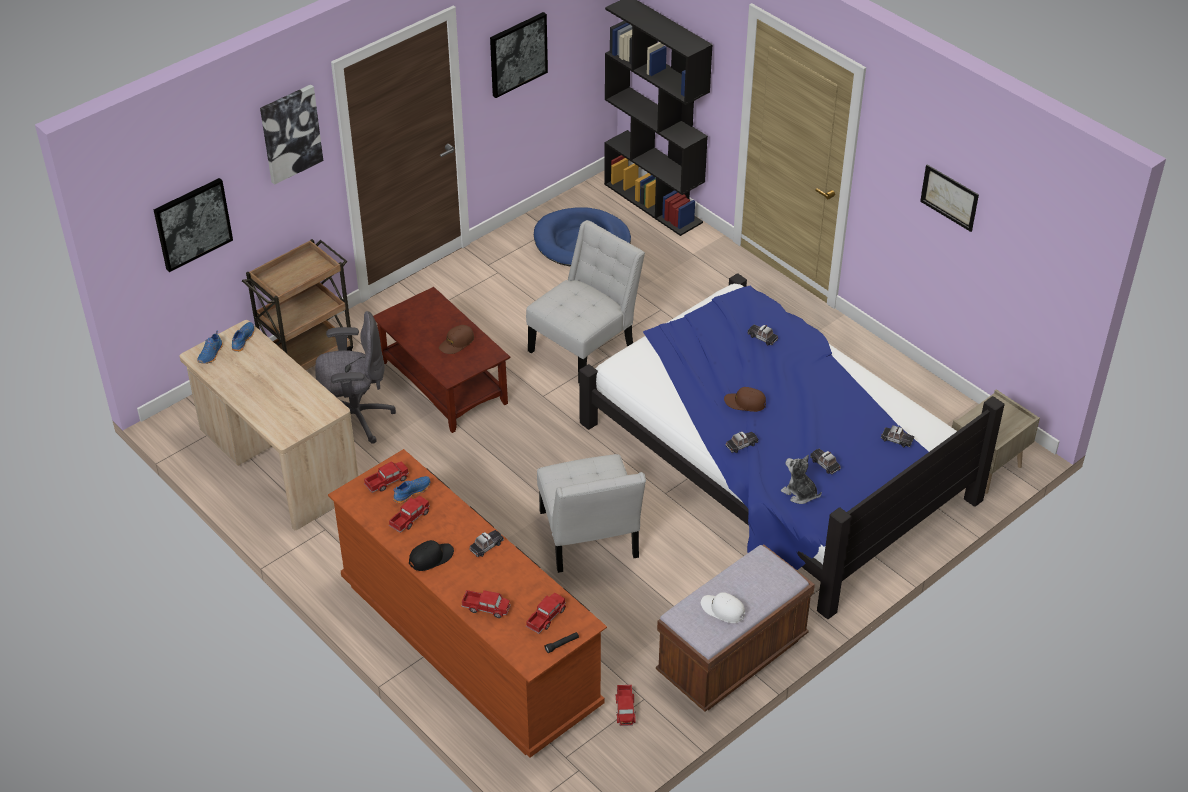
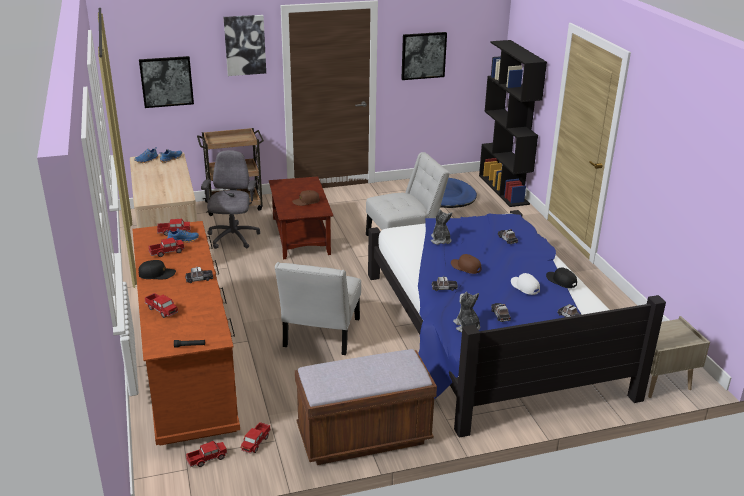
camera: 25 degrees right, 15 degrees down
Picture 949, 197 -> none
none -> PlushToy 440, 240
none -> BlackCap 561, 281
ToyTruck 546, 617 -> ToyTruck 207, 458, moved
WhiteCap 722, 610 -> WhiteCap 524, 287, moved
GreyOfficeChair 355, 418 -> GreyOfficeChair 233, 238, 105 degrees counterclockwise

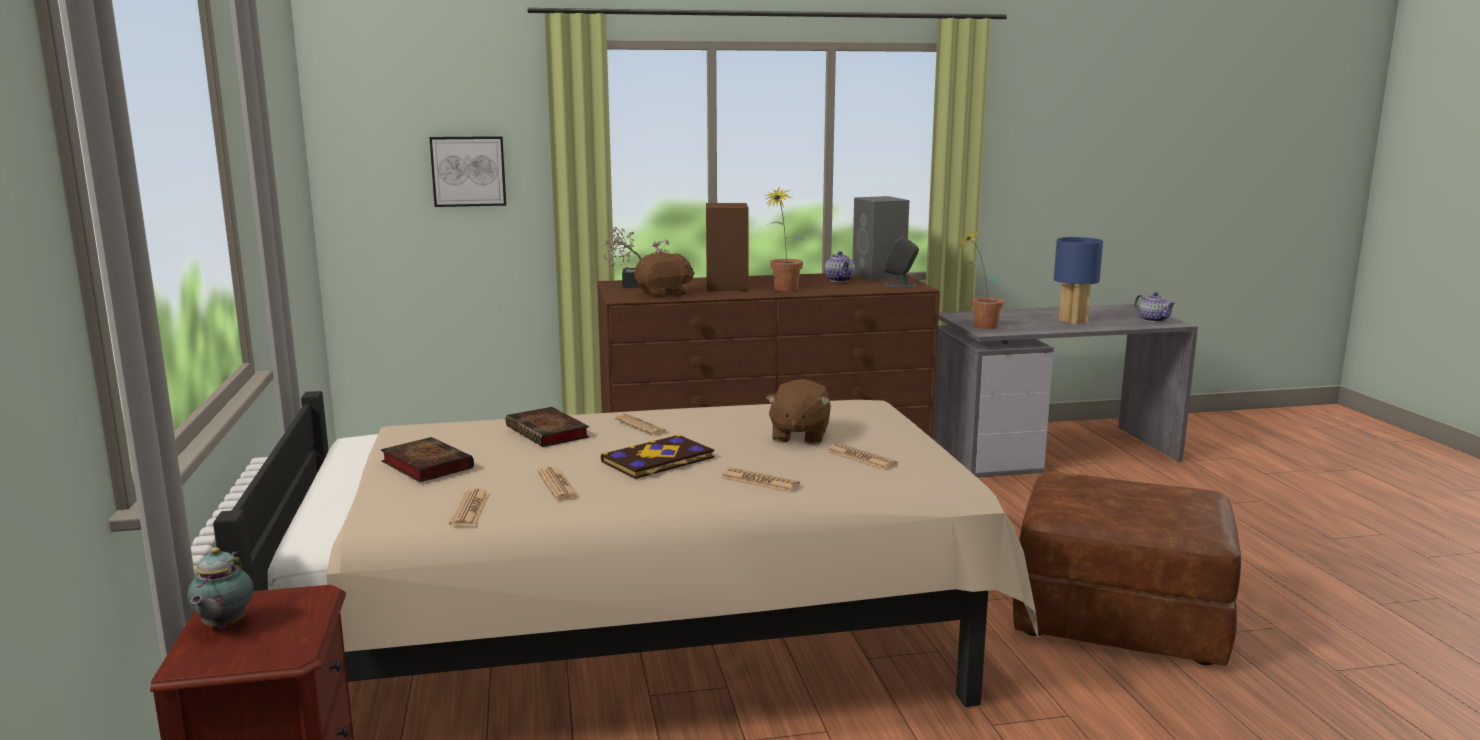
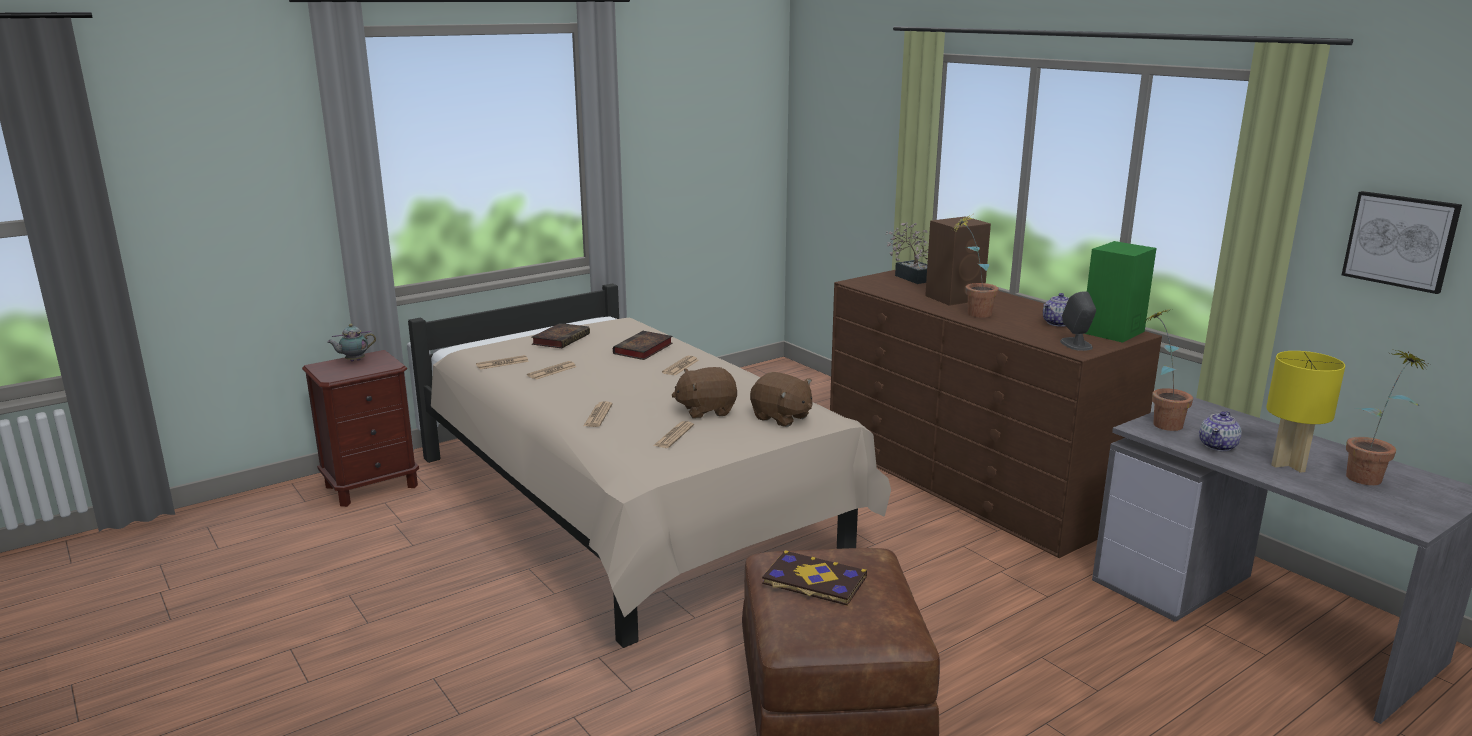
camera: 65 degrees right, 5 degrees up
none -> PottedPlant 1370, 476
Picture 468, 171 -> Picture 1400, 241, moved
Book 658, 460 -> Book 814, 581, moved
BrownPlushToy 664, 294 -> BrownPlushToy 781, 417, moved
Teapot 1153, 320 -> Teapot 1218, 446, moved
GreySpeaker 879, 276 -> GreenSpeaker 1112, 332
BlueTableLamp 1073, 321 -> YellowTableLamp 1289, 464

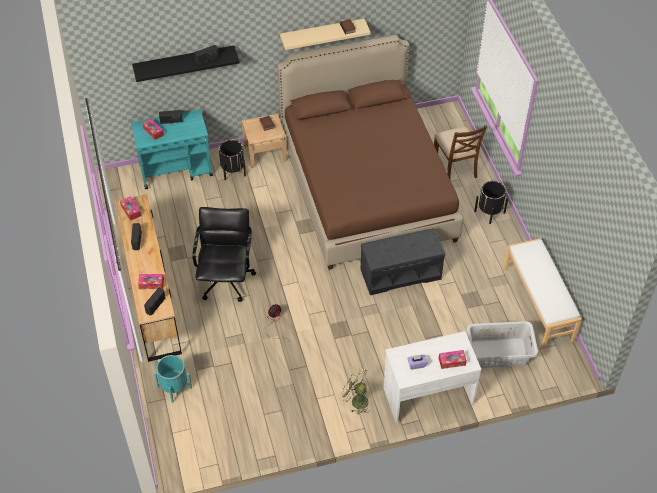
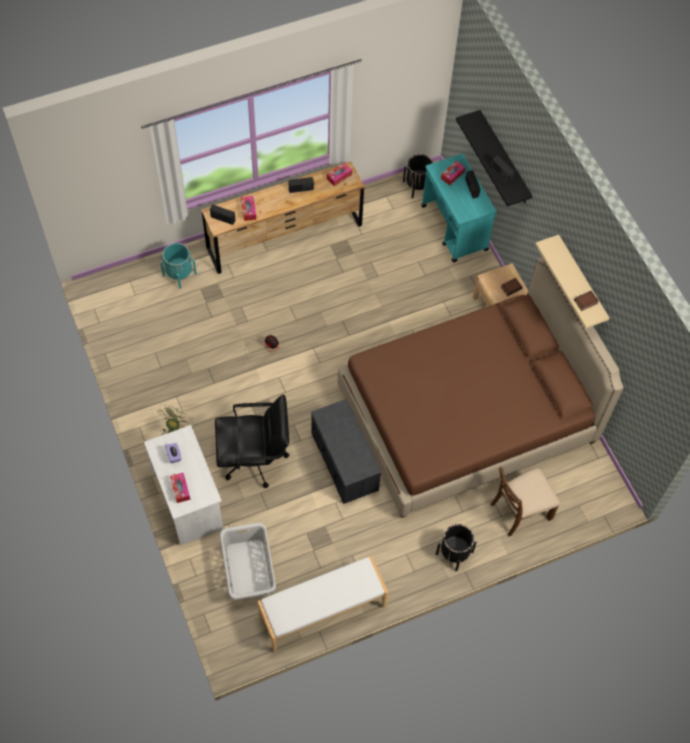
camera: 80 degrees right, 10 degrees up
BlackOfficeChair 226, 280 -> BlackOfficeChair 255, 459, moved
BlackPlanter 233, 170 -> BlackPlanter 417, 186, moved

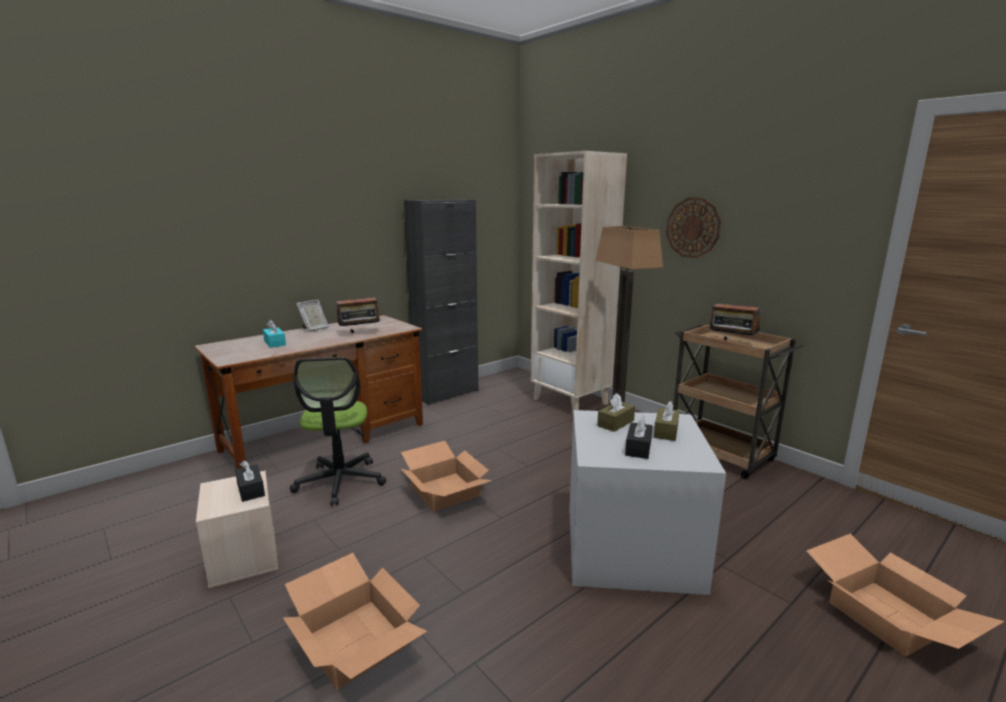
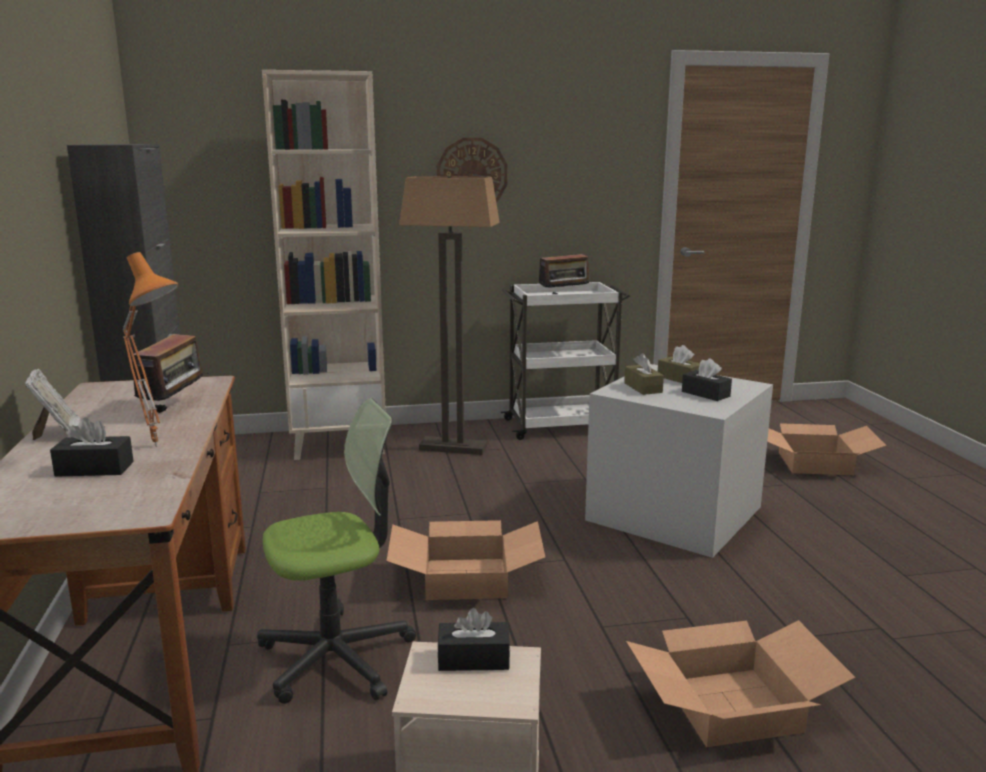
camera: 60 degrees left, 0 degrees up
none -> OrangeTableLamp 159, 445
TurquoiseTissueBox 275, 343 -> BlackTissueBox 94, 469
BrownCart 721, 455 -> WhiteCart 561, 426
OfficeChair 340, 482 -> OfficeChair 336, 657, 45 degrees counterclockwise

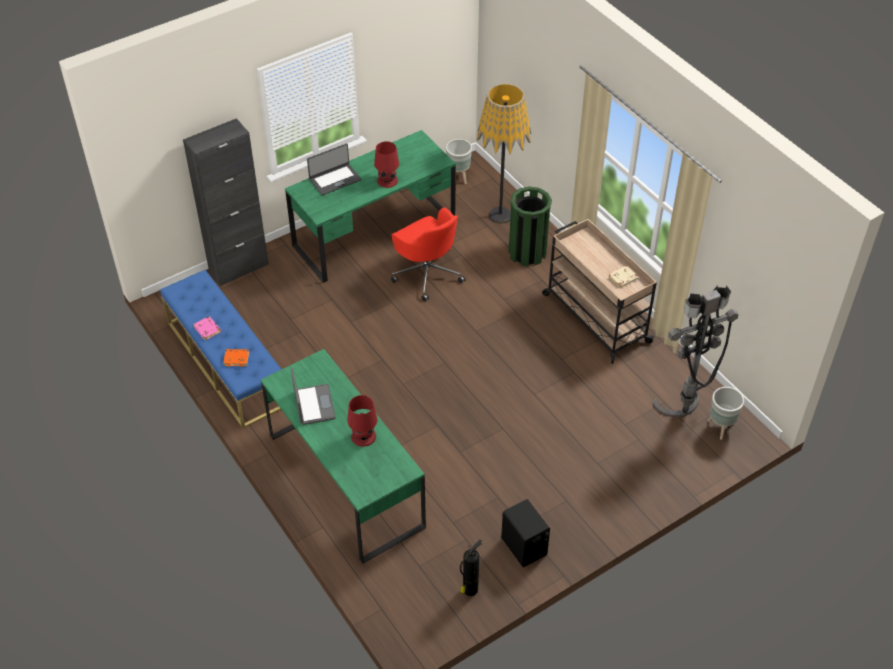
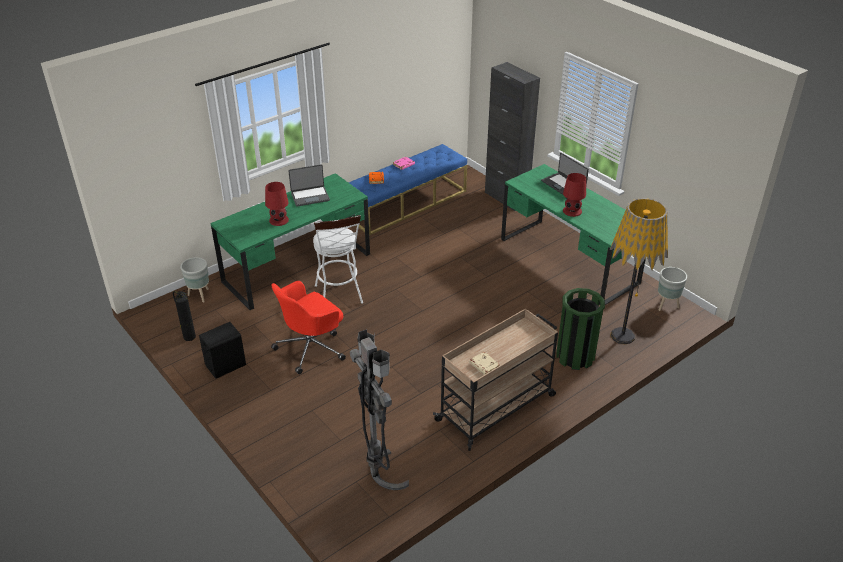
camera: 85 degrees right, 10 degrees down
none -> WhiteStool 339, 297
RedOfficeChair 427, 273 -> RedOfficeChair 311, 348, moved
GreyPlanter 720, 427 -> GreyPlanter 200, 295, moved

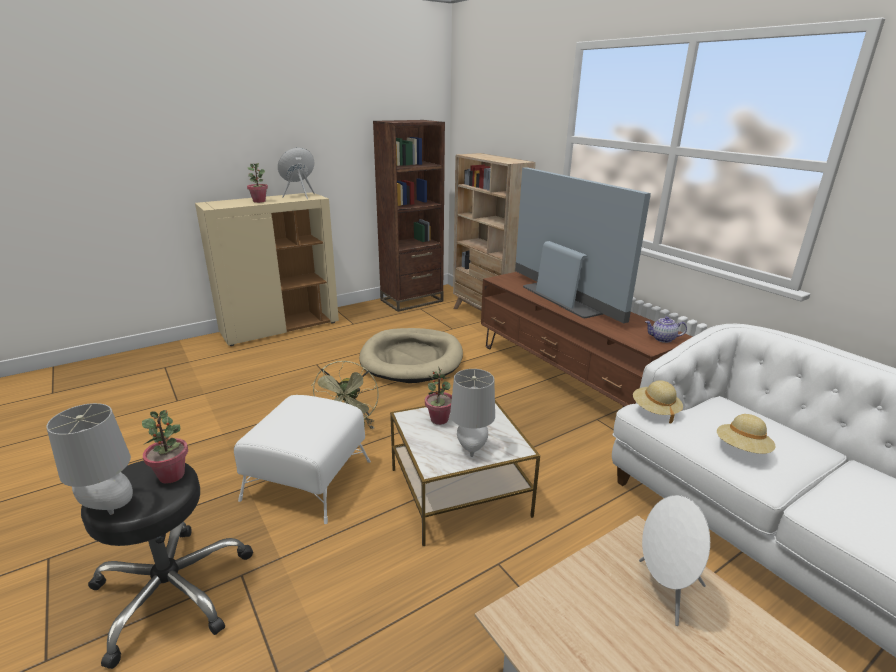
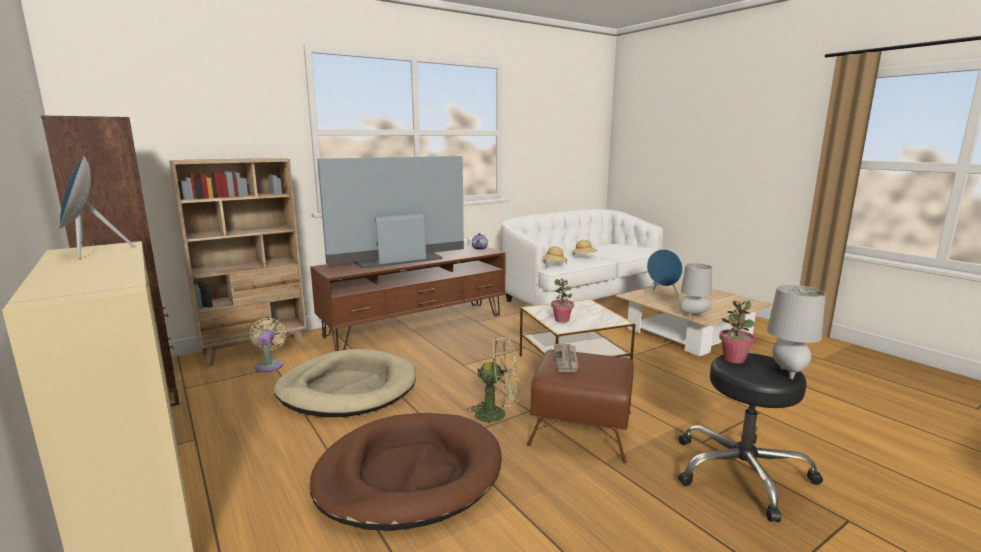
camera: 90 degrees left, 10 degrees down
PottedPlant 259, 201 -> none
none -> BeigeFan 270, 365
none -> BrownDogBed 409, 475
none -> Newspaper 566, 359
GreyTableLamp 471, 447 -> GreyTableLamp 693, 316, moved
WhiteOttoman 307, 480 -> BrownOttoman 582, 428
WhiteSpeaker 665, 590 -> BlueSpeaker 661, 295

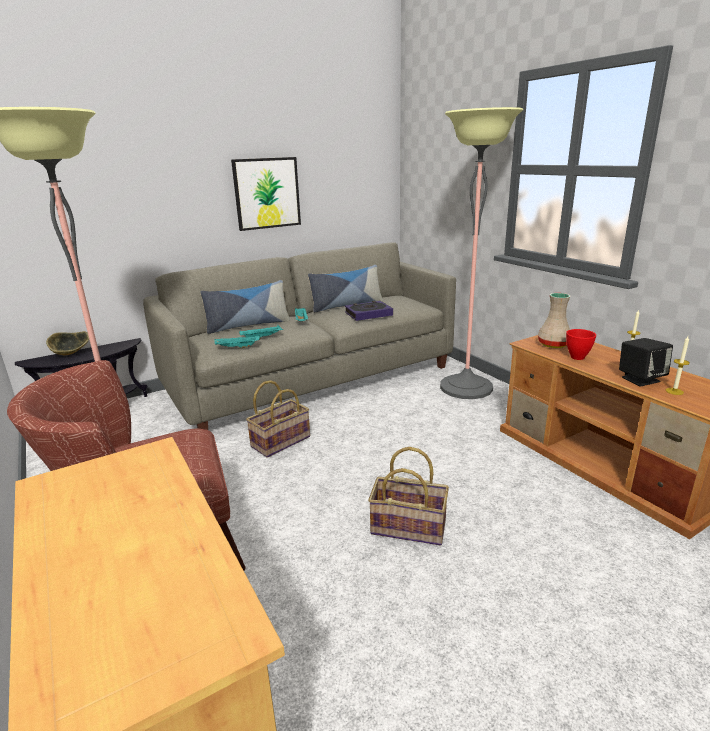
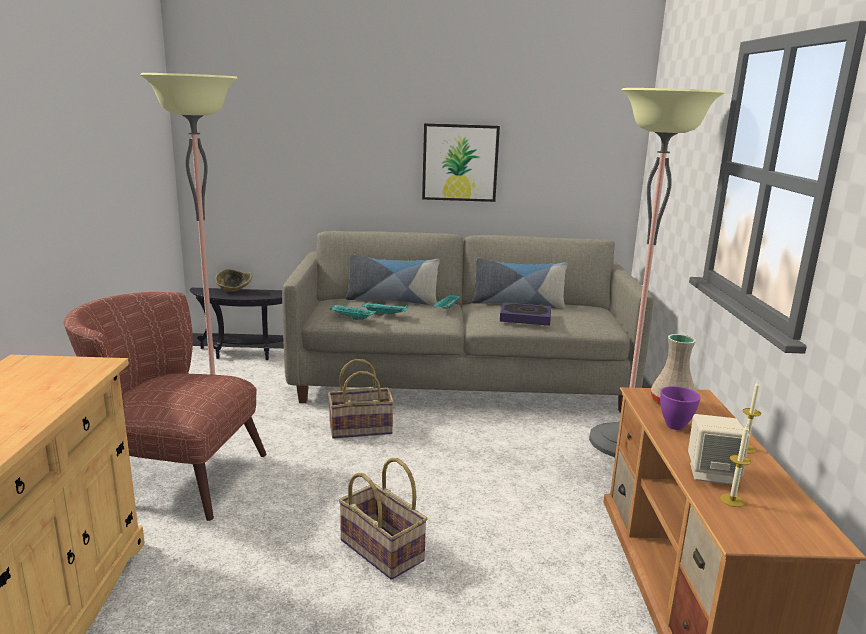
camera: 30 degrees right, 5 degrees down
RedBowl 578, 357 -> PurpleBowl 676, 426
BlackSpeaker 640, 379 -> BeigeSpeaker 711, 473

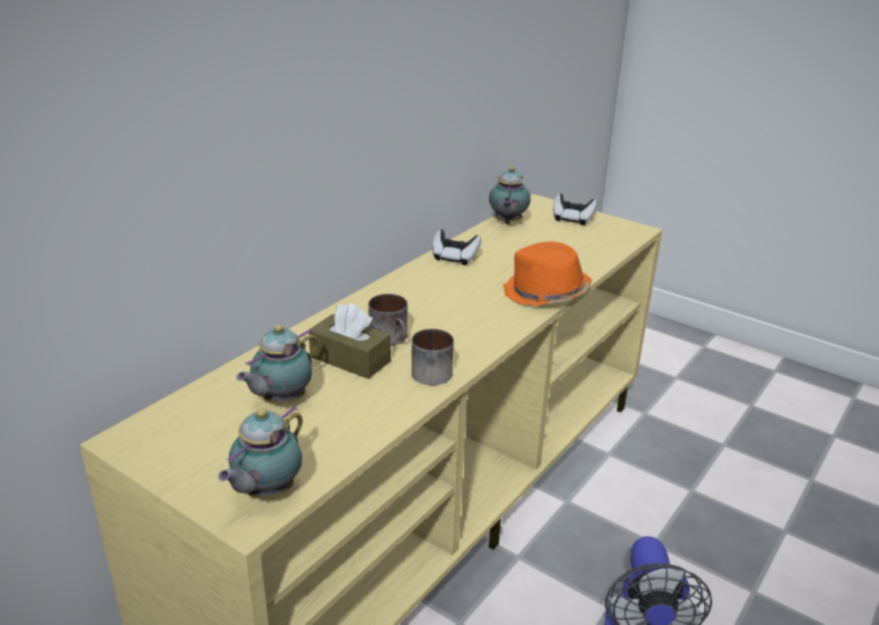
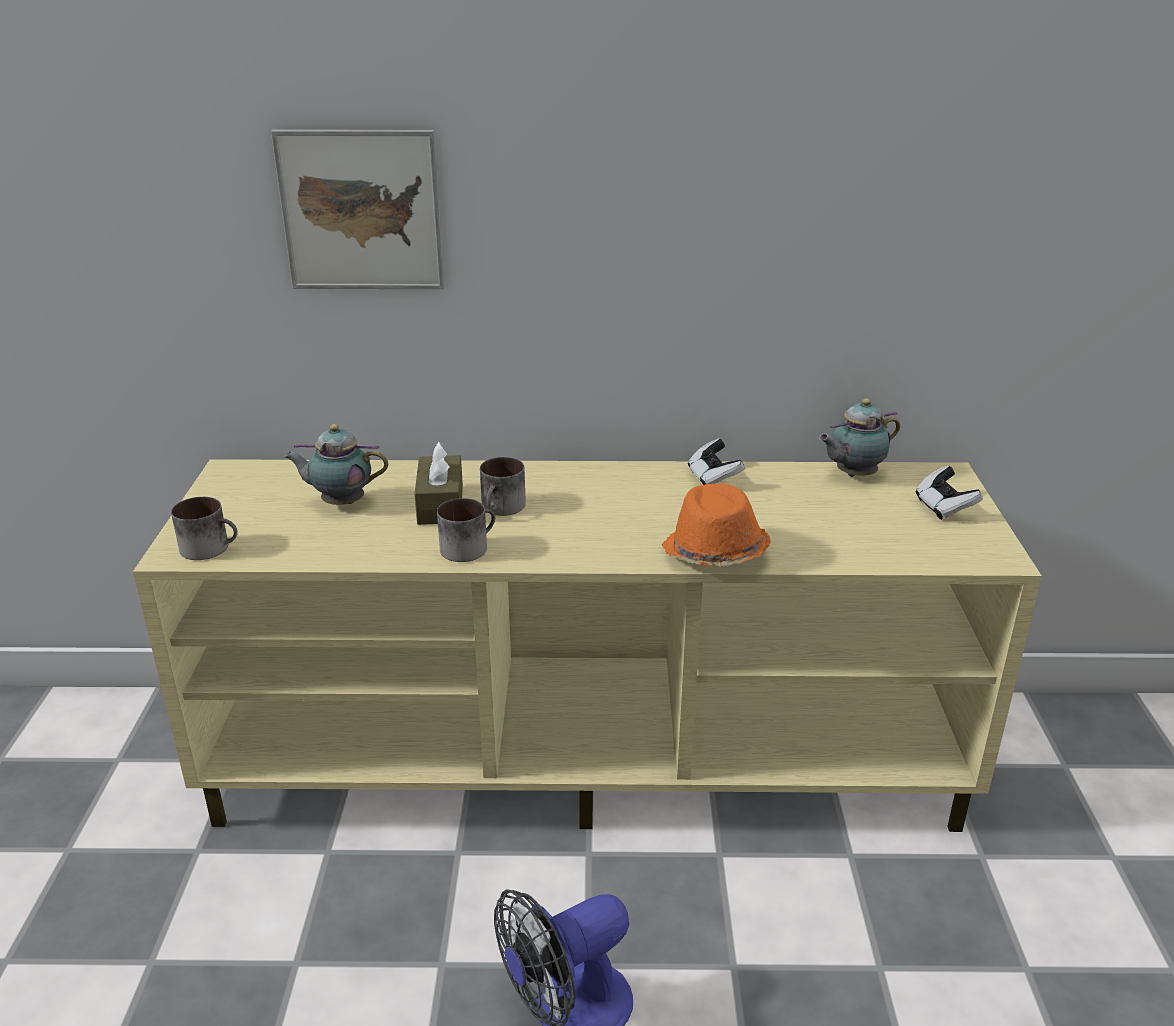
camera: 55 degrees right, 0 degrees up
none -> Picture 361, 211
Teapot 266, 493 -> Mug 211, 547

